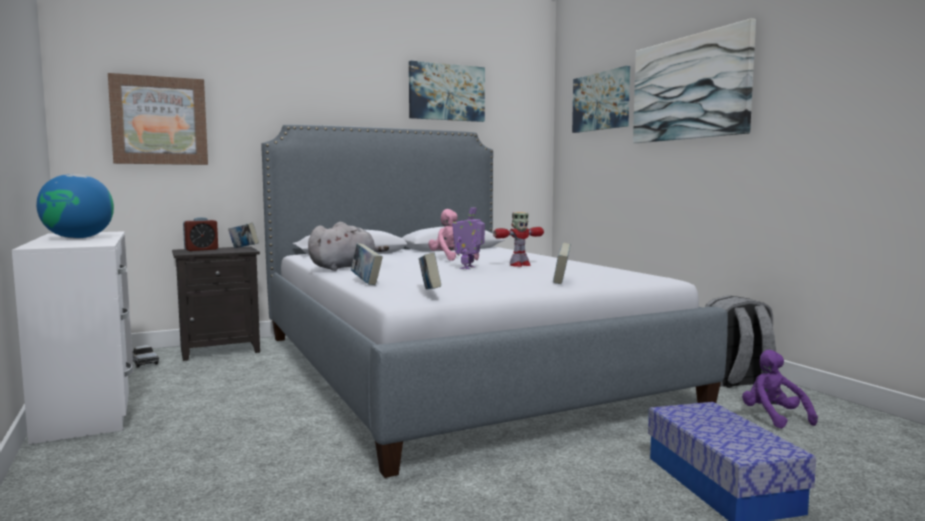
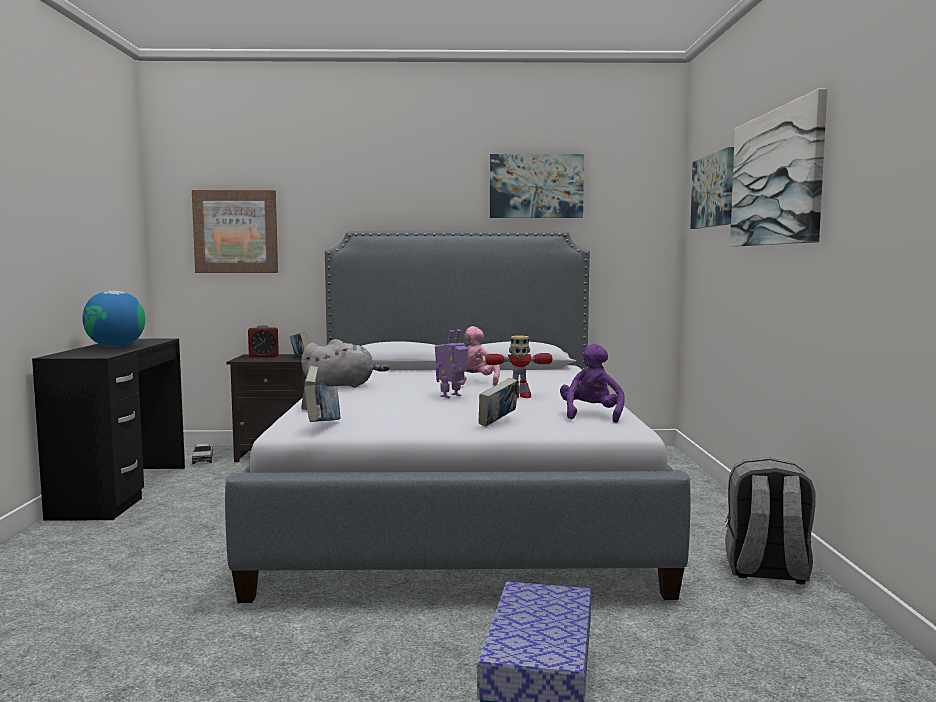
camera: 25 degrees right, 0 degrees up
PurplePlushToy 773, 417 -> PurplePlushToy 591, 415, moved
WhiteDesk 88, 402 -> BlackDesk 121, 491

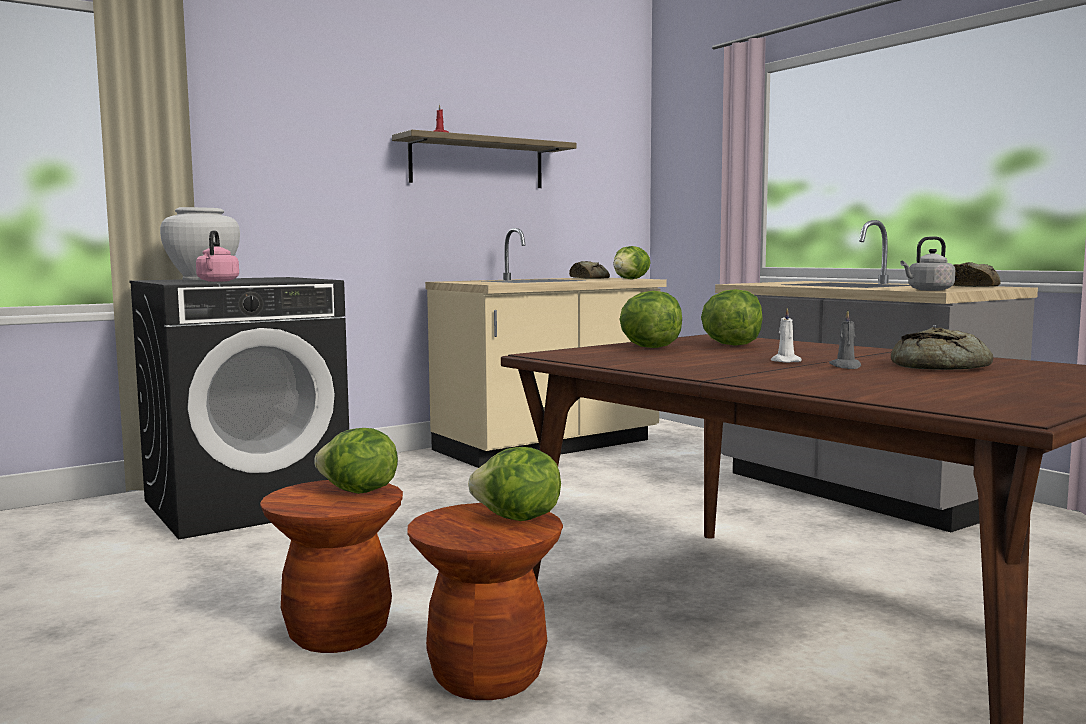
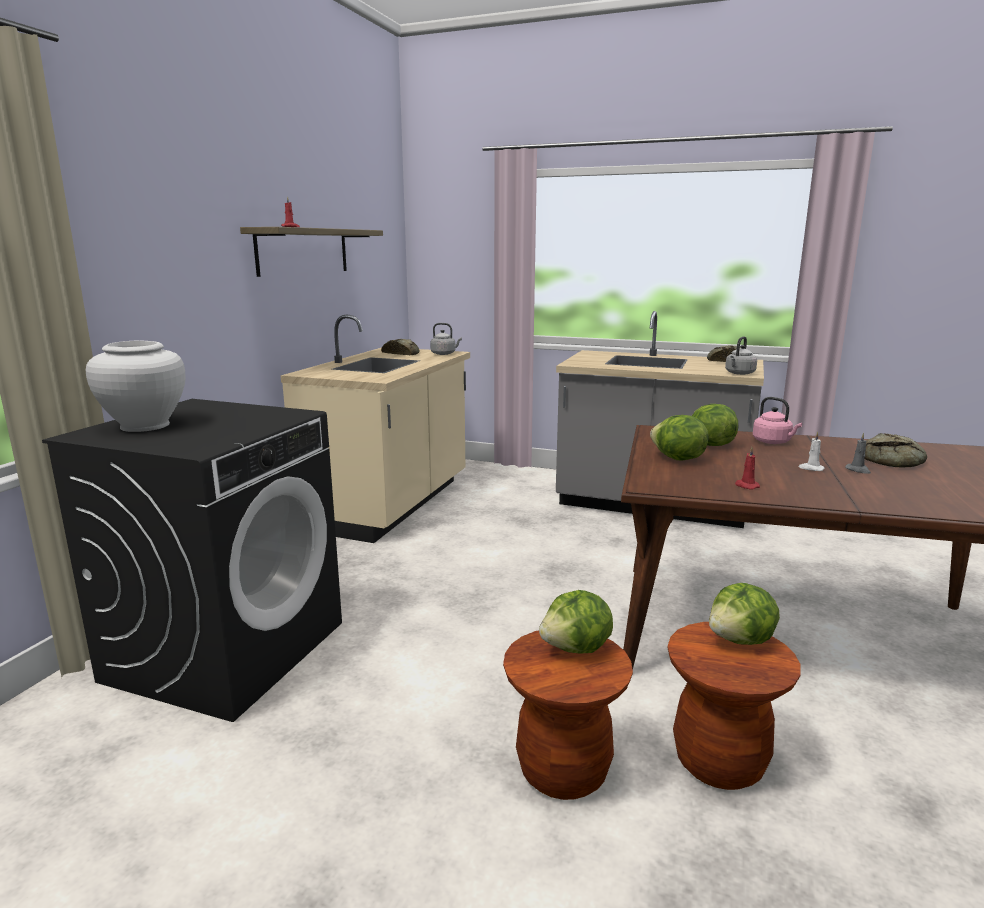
camera: 35 degrees left, 10 degrees up
none -> RedCandle 746, 486
PinkKettle 217, 281 -> PinkKettle 773, 442, moved
Lettuce 631, 279 -> GreyKettle 444, 354

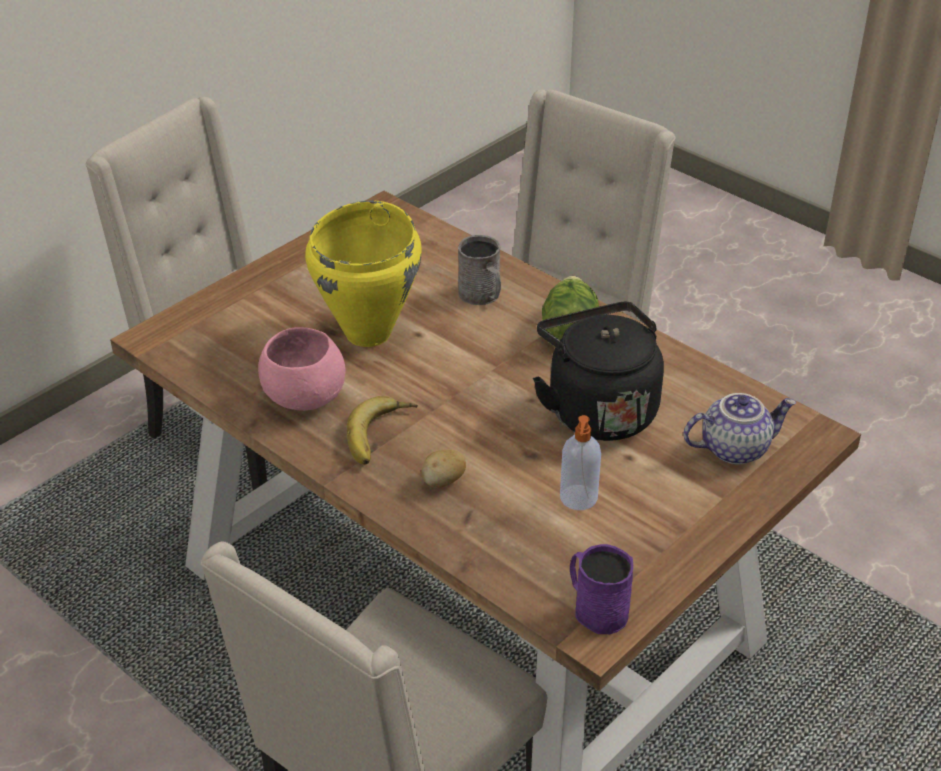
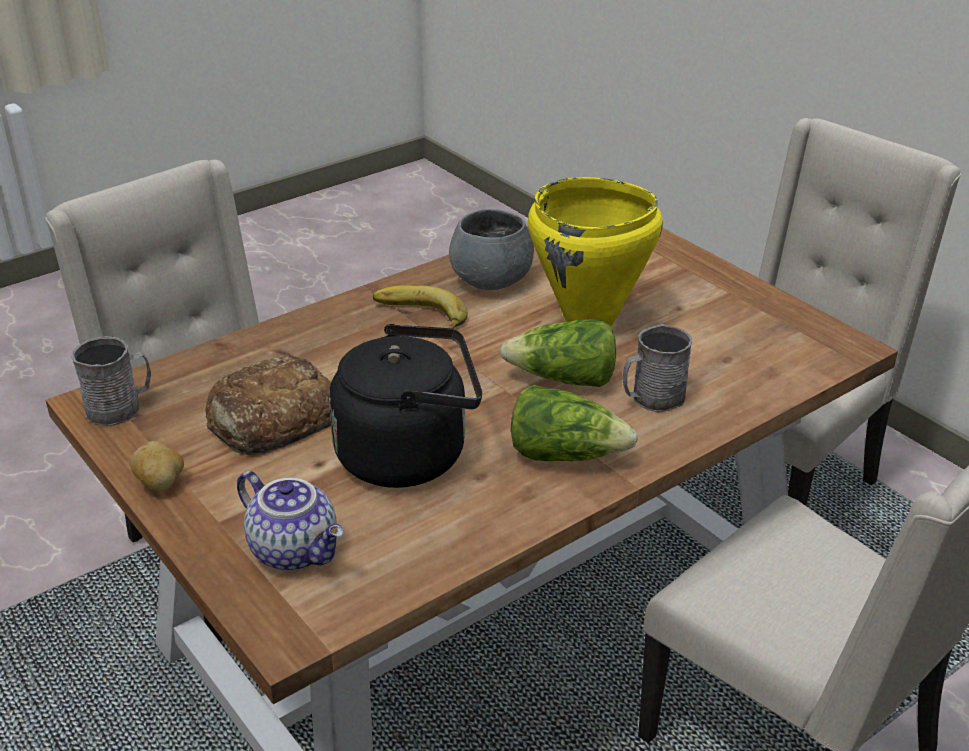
camera: 100 degrees right, 5 degrees down
none -> Lettuce 563, 380
Potato 443, 482 -> Potato 161, 484, moved
SoapDispenser 578, 499 -> Bread 272, 419
PinkBowl 304, 397 -> GreyBowl 492, 281
PurpleMug 595, 609 -> GreyMug 121, 407
Teapot 734, 448 -> Teapot 296, 550, 45 degrees counterclockwise

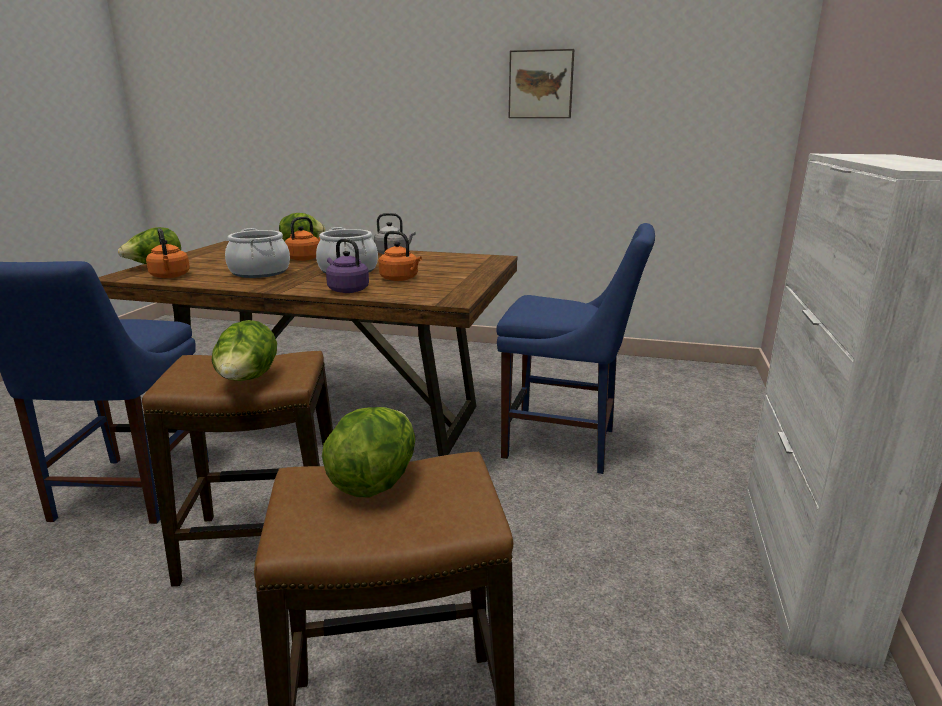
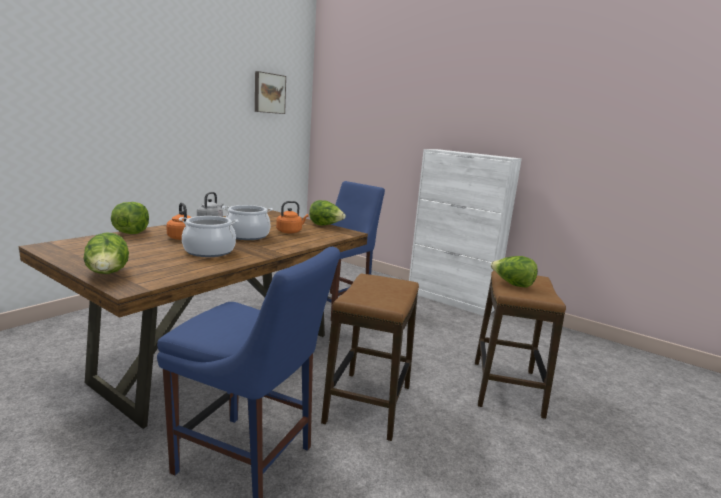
camera: 70 degrees left, 5 degrees down
OrangeKettle 170, 276 -> none
PurpleKettle 347, 290 -> none
Lettuce 247, 381 -> Lettuce 325, 225, moved
Picture 541, 84 -> Picture 269, 93, moved

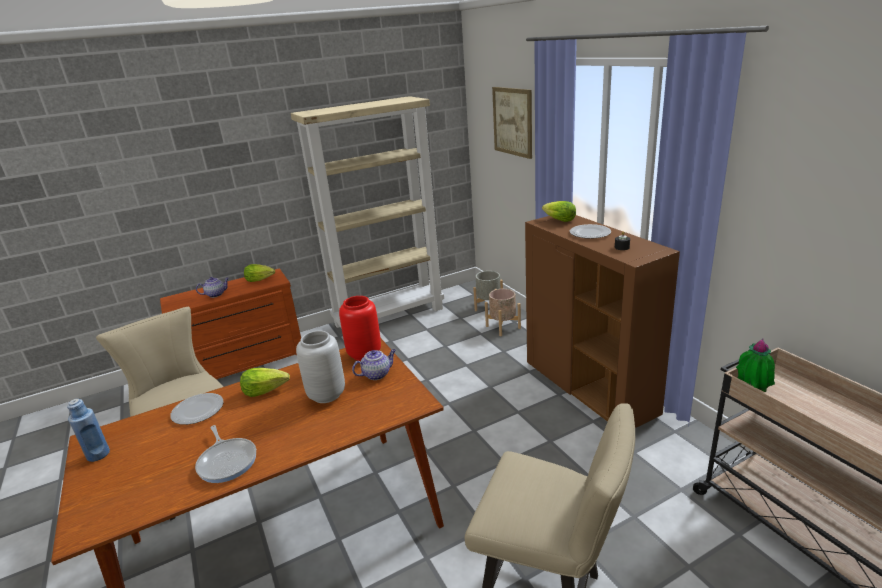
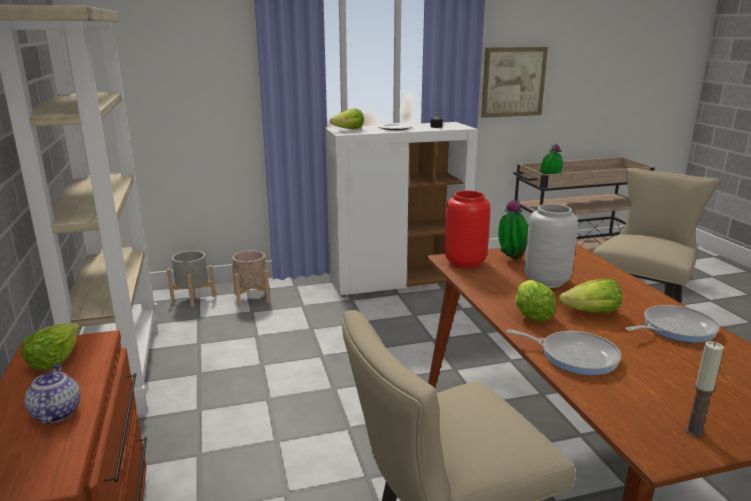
camera: 80 degrees left, 5 degrees down
none -> Lettuce 591, 313
Picture 512, 121 -> Picture 513, 82, moved
BlueBottle 98, 454 -> Candle 694, 431
Plate 199, 410 -> FryingPan 574, 356
Teapot 377, 374 -> PottedPlant 511, 259
BrownCabinet 589, 389 -> WhiteCabinet 399, 281

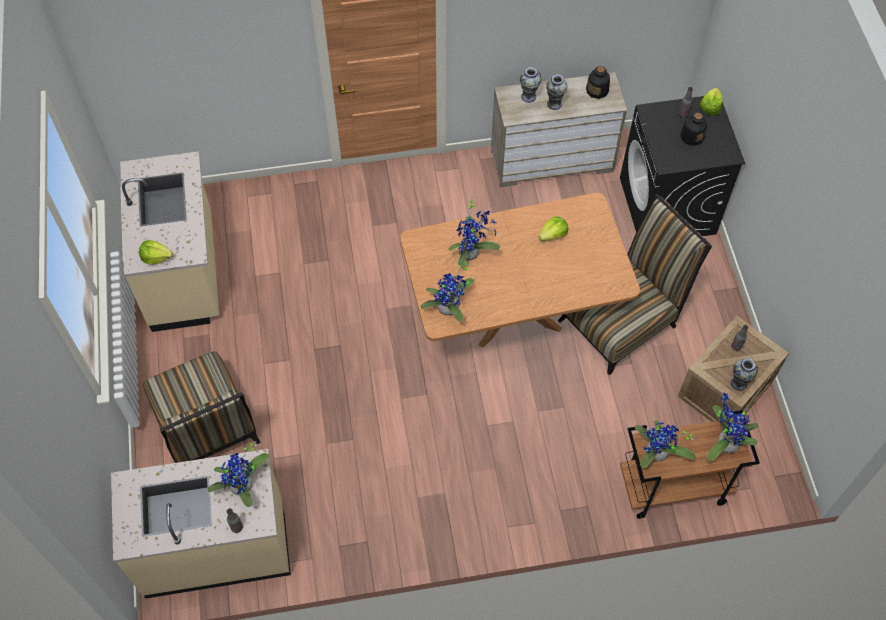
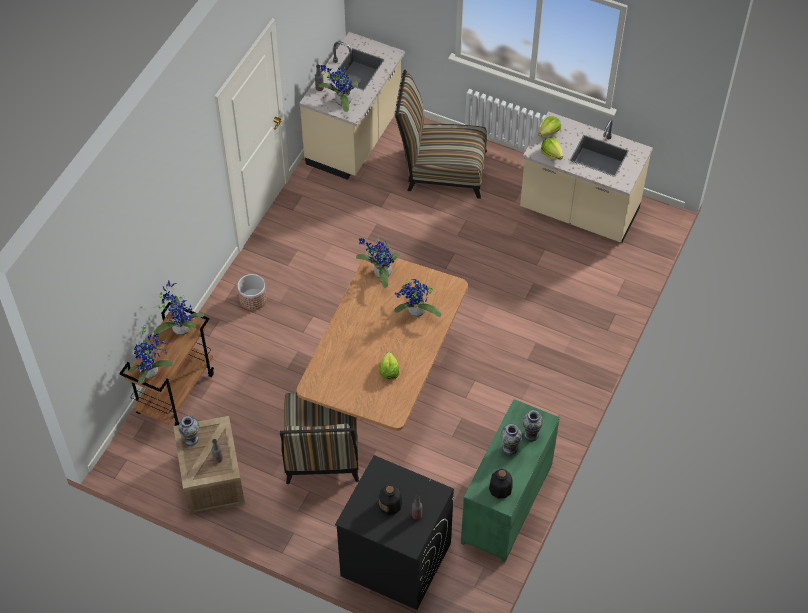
camera: 125 degrees right, 5 degrees down
none -> Planter 253, 299
Lettuce 710, 107 -> Lettuce 552, 153, moved
BeigeDresser 552, 160 -> GreenDresser 507, 505

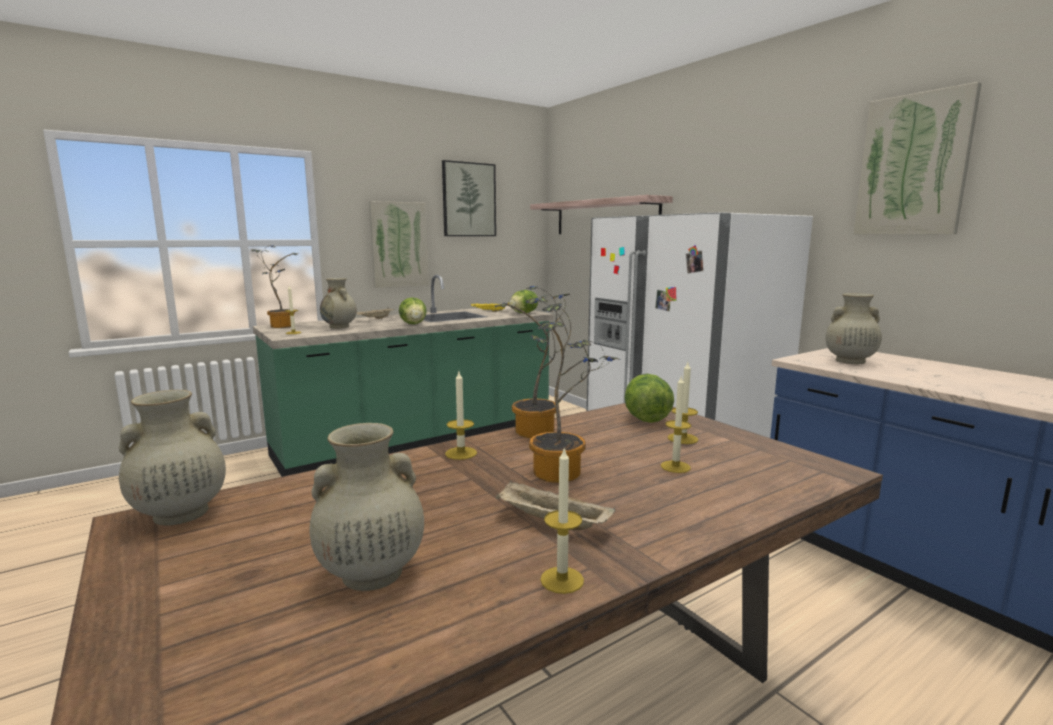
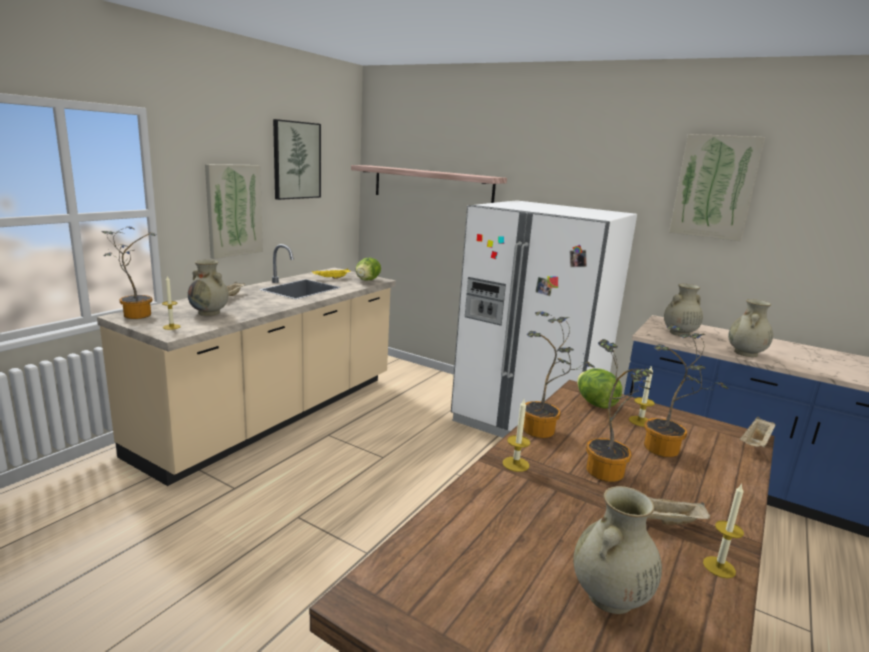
camera: 25 degrees left, 5 degrees up
Lettuce 413, 324 -> none
none -> BeigeTray 756, 443
BeigeVase 179, 514 -> BeigeVase 745, 353, moved
Candle 675, 467 -> PottedPlant 666, 450
GreenCounter 419, 440 -> BeigeCounter 275, 414

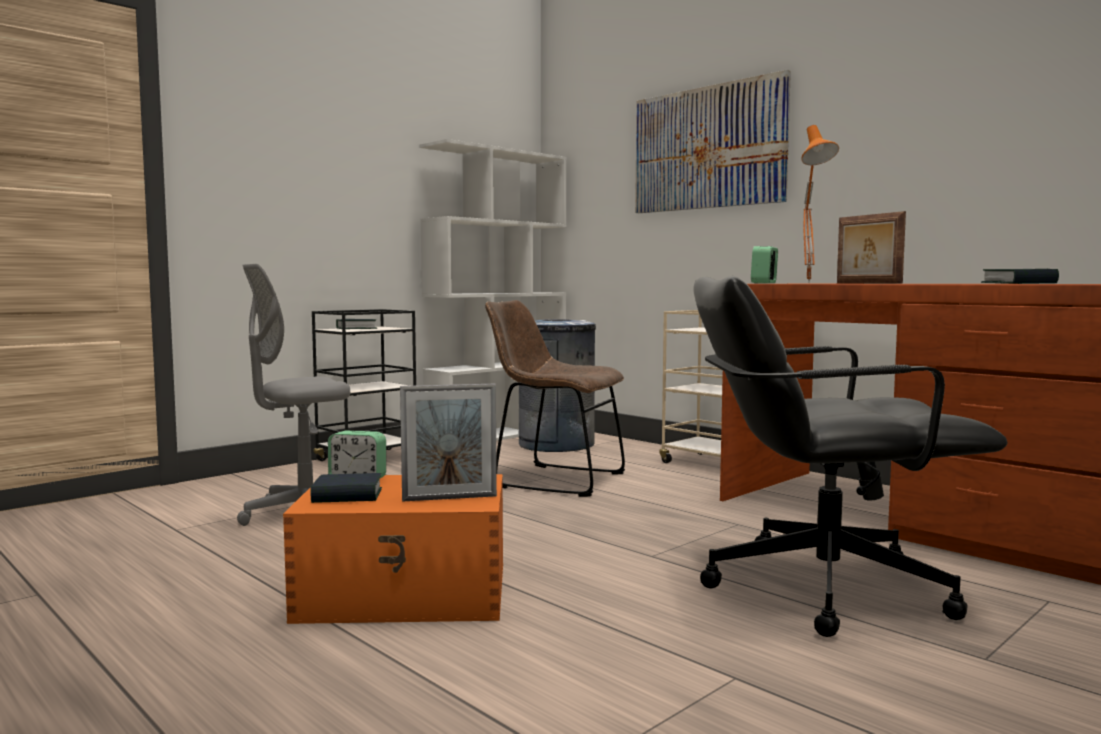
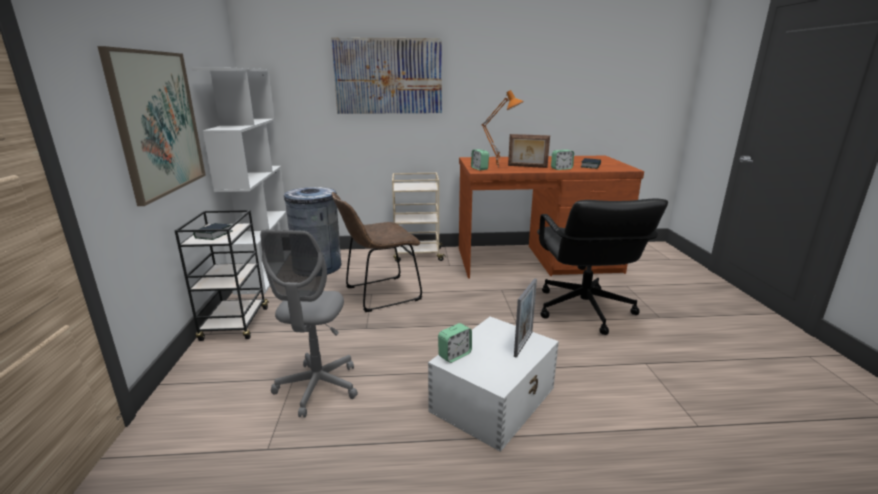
camera: 50 degrees left, 15 degrees up
Book 347, 496 -> none
none -> Picture 158, 123
none -> AlarmClock 561, 169
OrangeStorageBox 407, 592 -> WhiteStorageBox 494, 399
BlackOfficeChair 821, 587 -> BlackOfficeChair 583, 310, 45 degrees counterclockwise

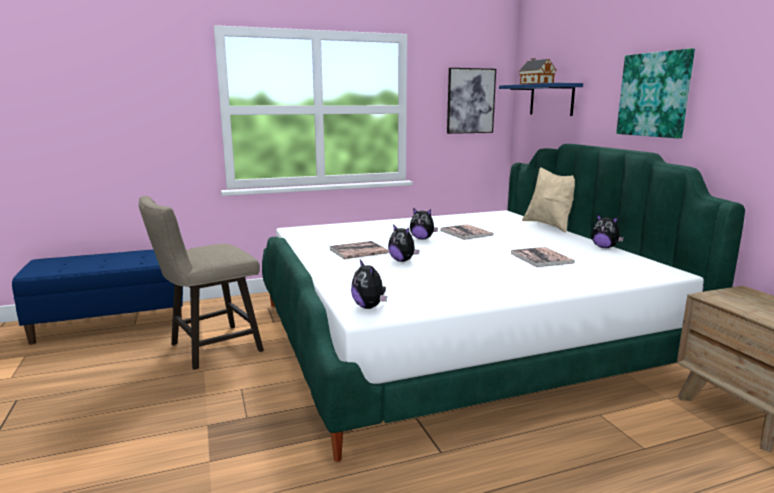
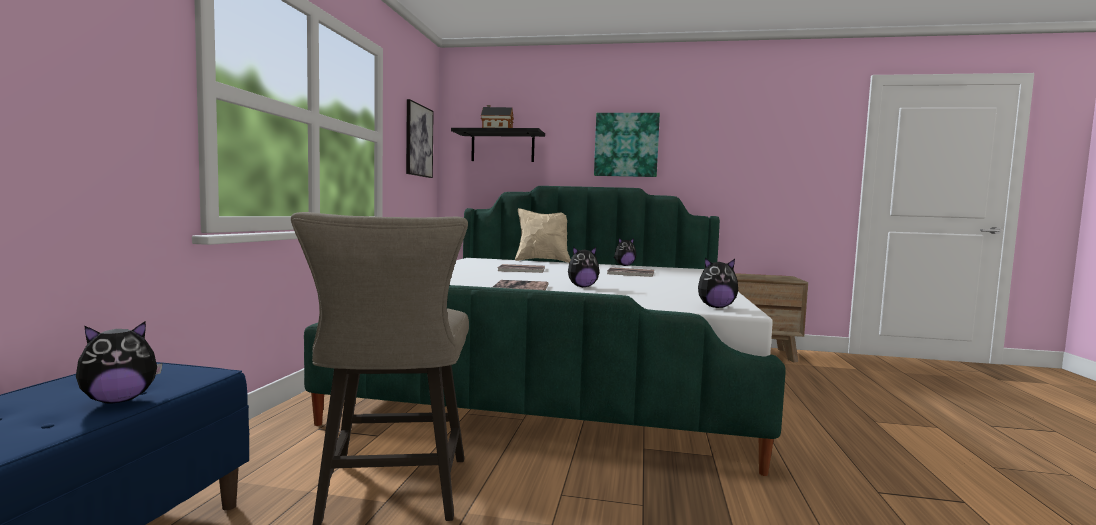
camera: 60 degrees left, 10 degrees down
PlushToy 422, 238 -> PlushToy 119, 400, moved
BlueShelf 551, 100 -> BlackShelf 502, 147

